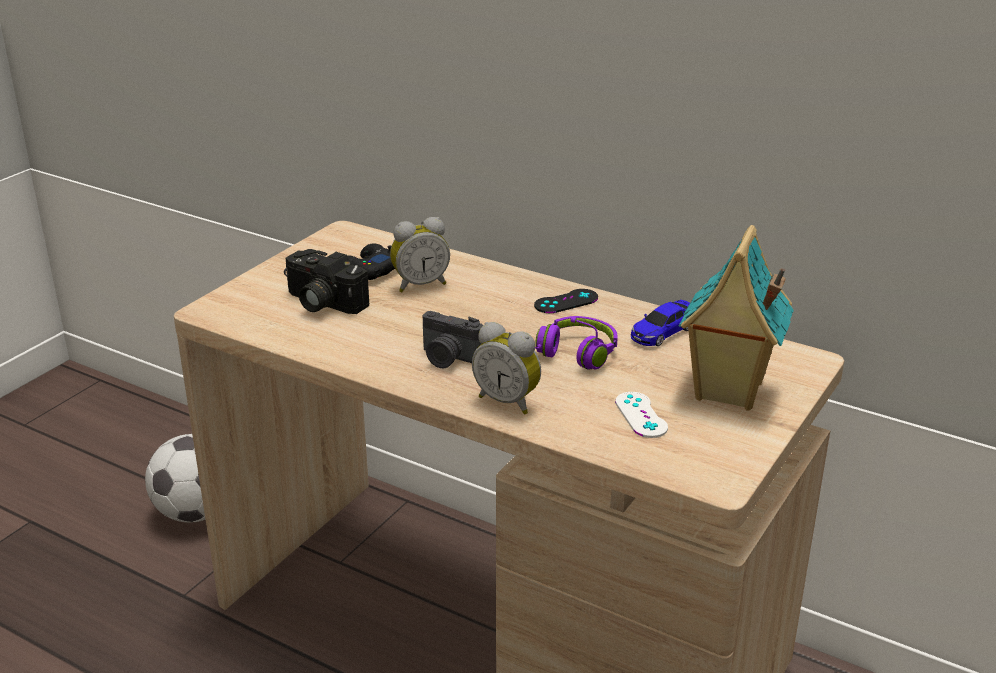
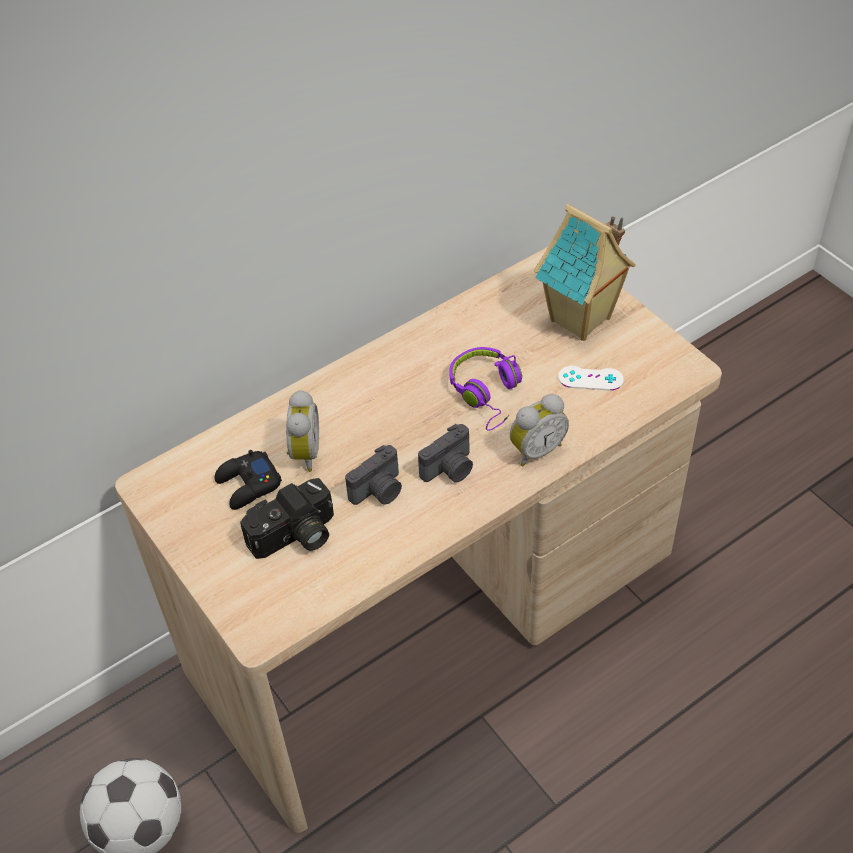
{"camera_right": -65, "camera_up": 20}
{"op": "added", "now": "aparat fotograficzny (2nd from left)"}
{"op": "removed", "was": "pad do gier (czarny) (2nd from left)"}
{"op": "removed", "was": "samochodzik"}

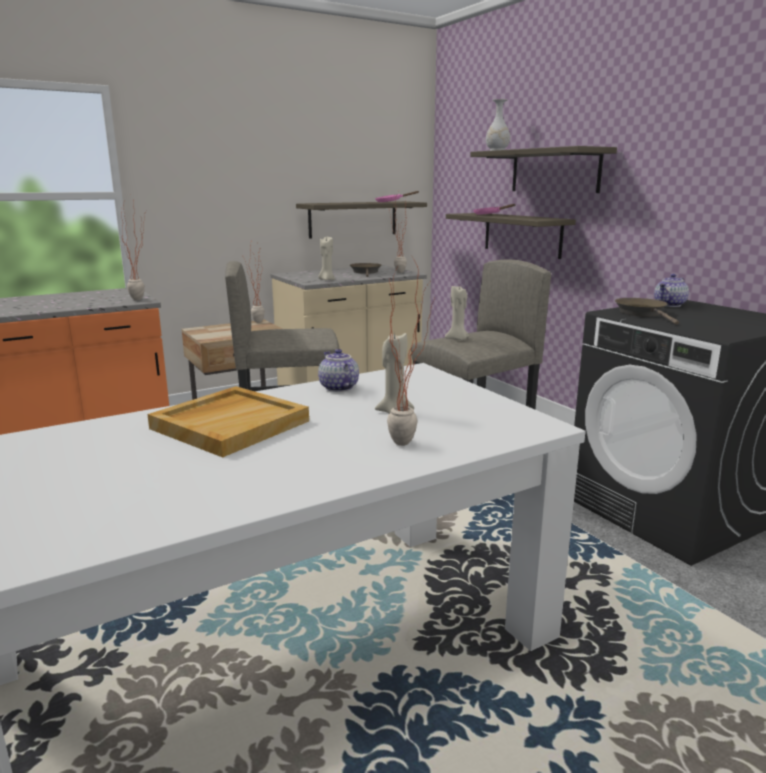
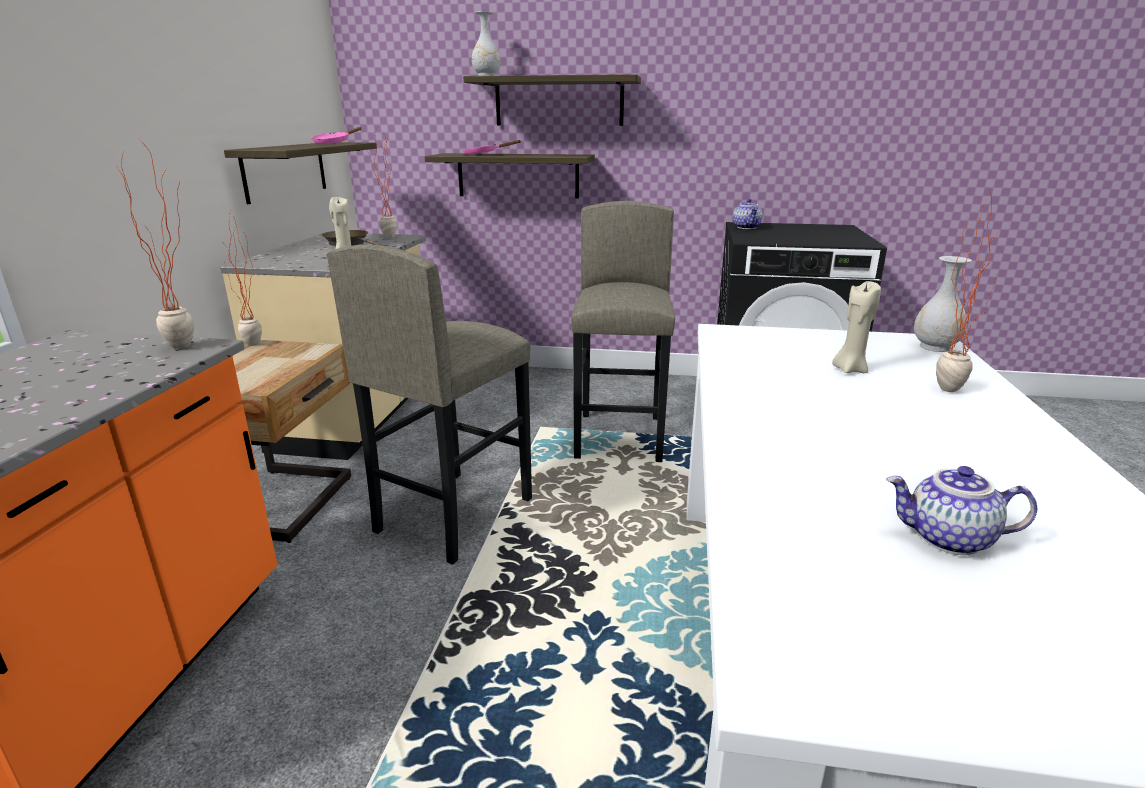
{"camera_right": -50, "camera_up": 5}
{"op": "moved", "was": "imbryk (1st from left in the first image)", "now": "imbryk (2nd from left)"}
{"op": "added", "now": "wazon (biały) (2nd from left)"}
{"op": "removed", "was": "taca (beżowy)"}
{"op": "removed", "was": "świeca (beżowy) (3rd from left)"}
{"op": "removed", "was": "patelnia (brązowy) (2nd from left)"}

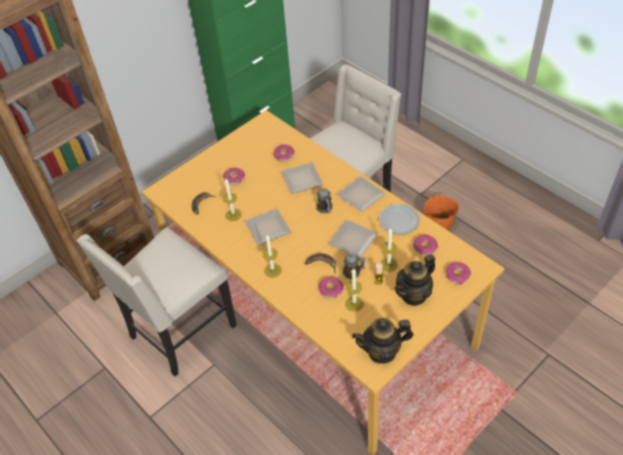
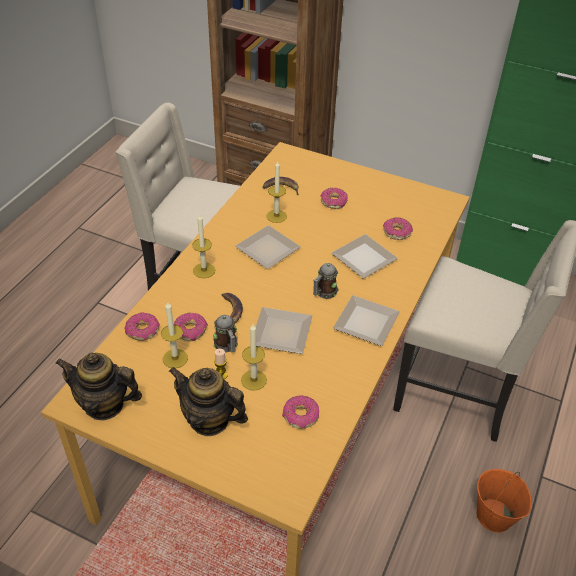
{"camera_right": 65, "camera_up": -5}
{"op": "turned", "was": "imbryk (1st from left)", "clockwise": -45}
{"op": "moved", "was": "donut (5th from left in the first image)", "now": "donut (1st from left)"}
{"op": "removed", "was": "talerz (5th from left)"}

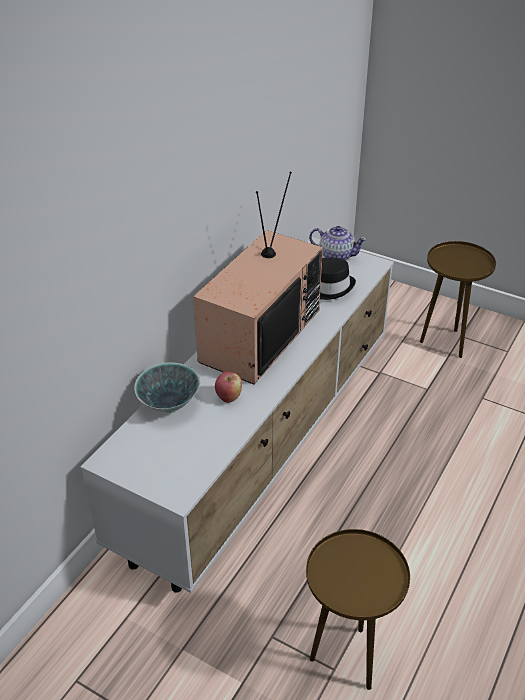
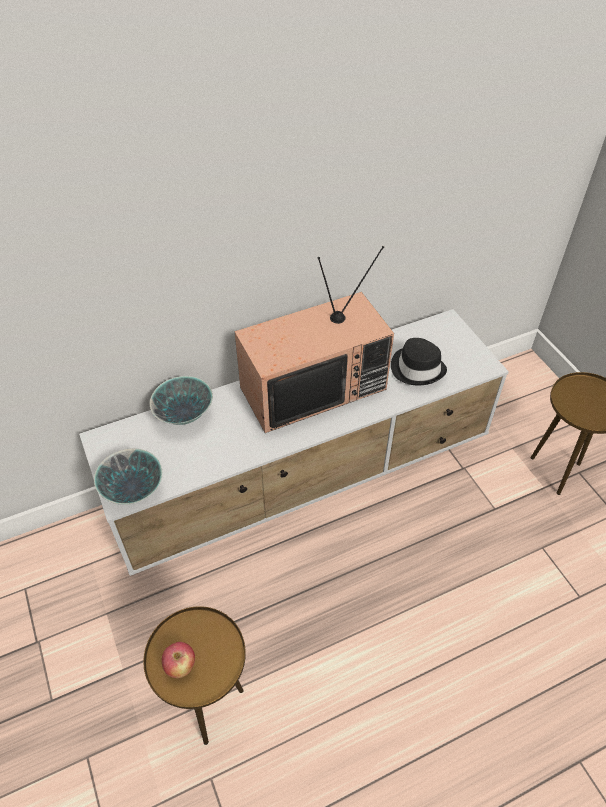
{"camera_right": 35, "camera_up": 10}
{"op": "added", "now": "miska (1st from left)"}
{"op": "moved", "was": "jabłko"}
{"op": "removed", "was": "imbryk"}

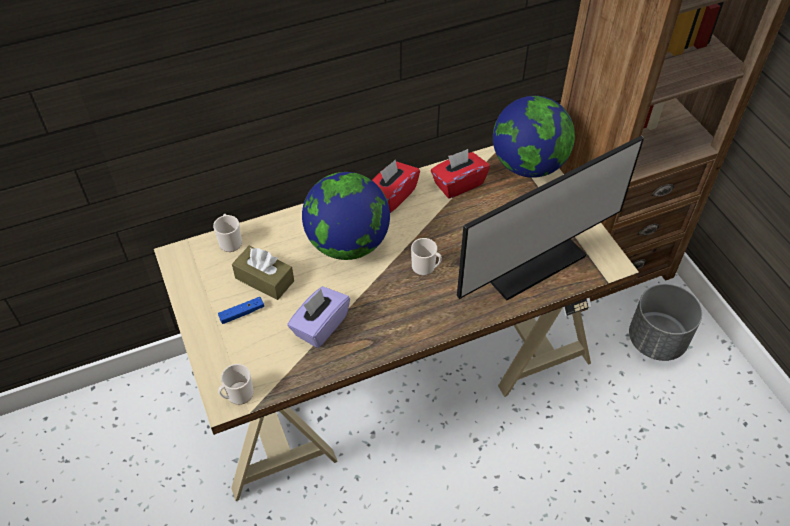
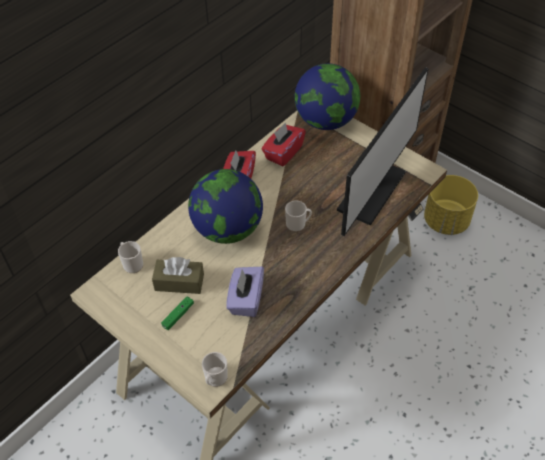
{"camera_right": -25, "camera_up": 0}
{"op": "recoloured", "was": "pad do gier (niebieski)", "now": "pad do gier (zielony)"}
{"op": "recoloured", "was": "donica (szary)", "now": "donica (żółty)"}

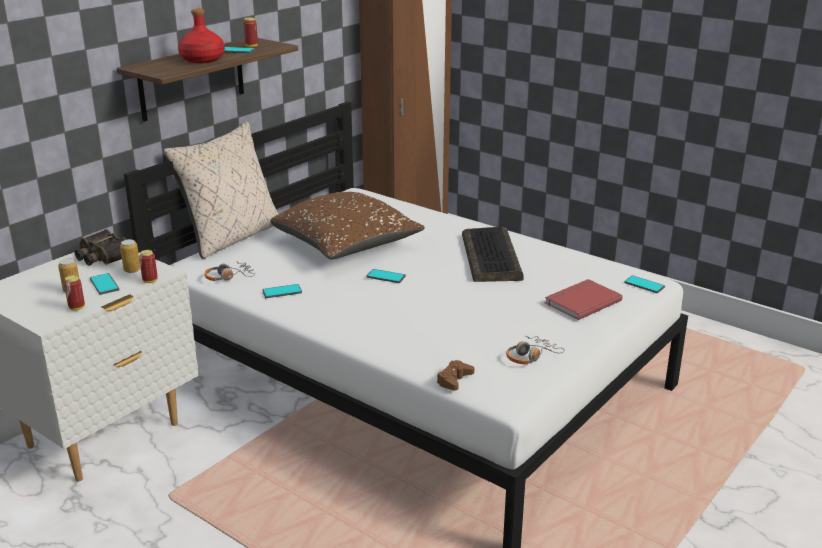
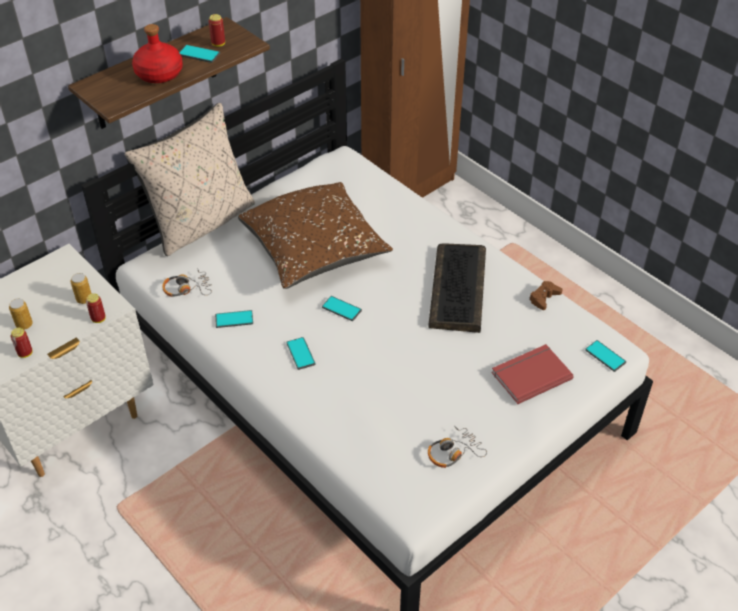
{"camera_right": 10, "camera_up": 20}
{"op": "moved", "was": "telefon (1st from left in the first image)", "now": "telefon (3rd from left)"}
{"op": "moved", "was": "pad do gier (brązowy)"}
{"op": "removed", "was": "lornetka"}

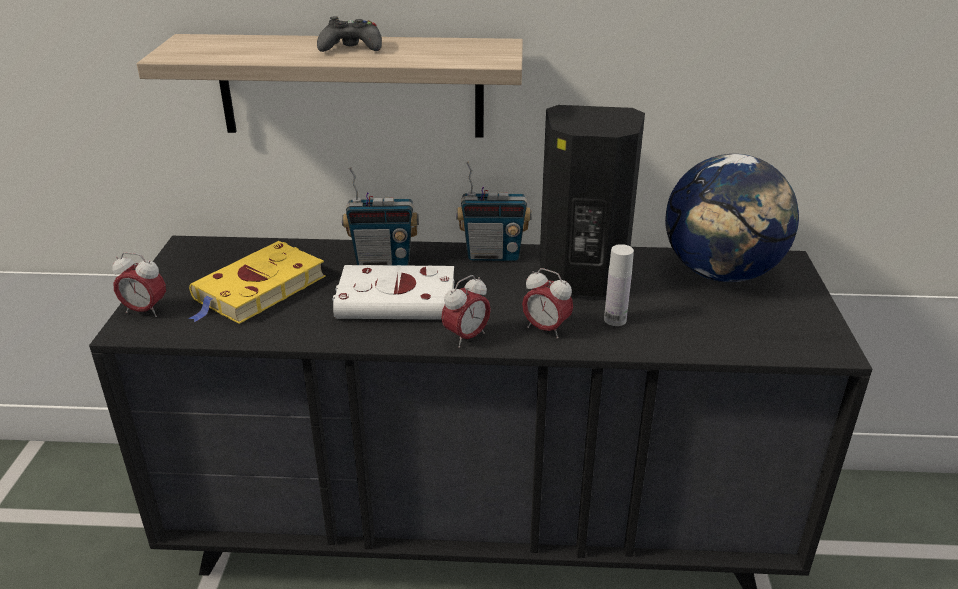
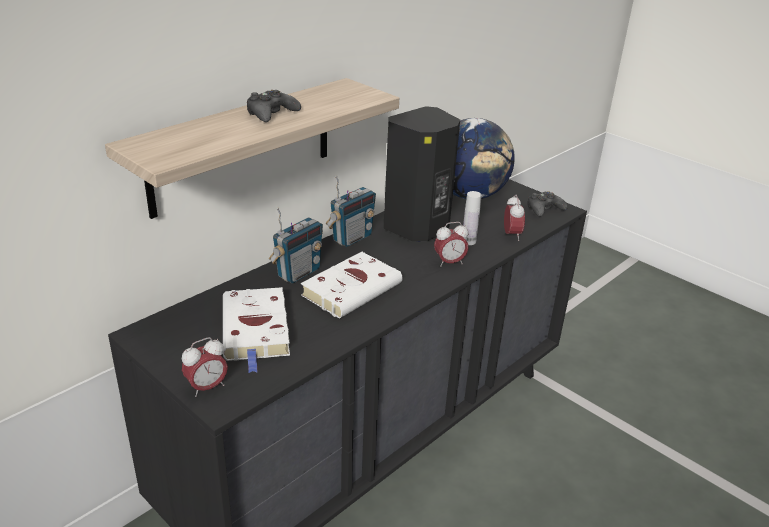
{"camera_right": -50, "camera_up": 0}
{"op": "recoloured", "was": "książka (żółty)", "now": "książka (biały) (1st from left)"}
{"op": "moved", "was": "budzik (2nd from left in the first image)", "now": "budzik (3rd from left)"}
{"op": "added", "now": "pad do gier (czarny) (2nd from left)"}

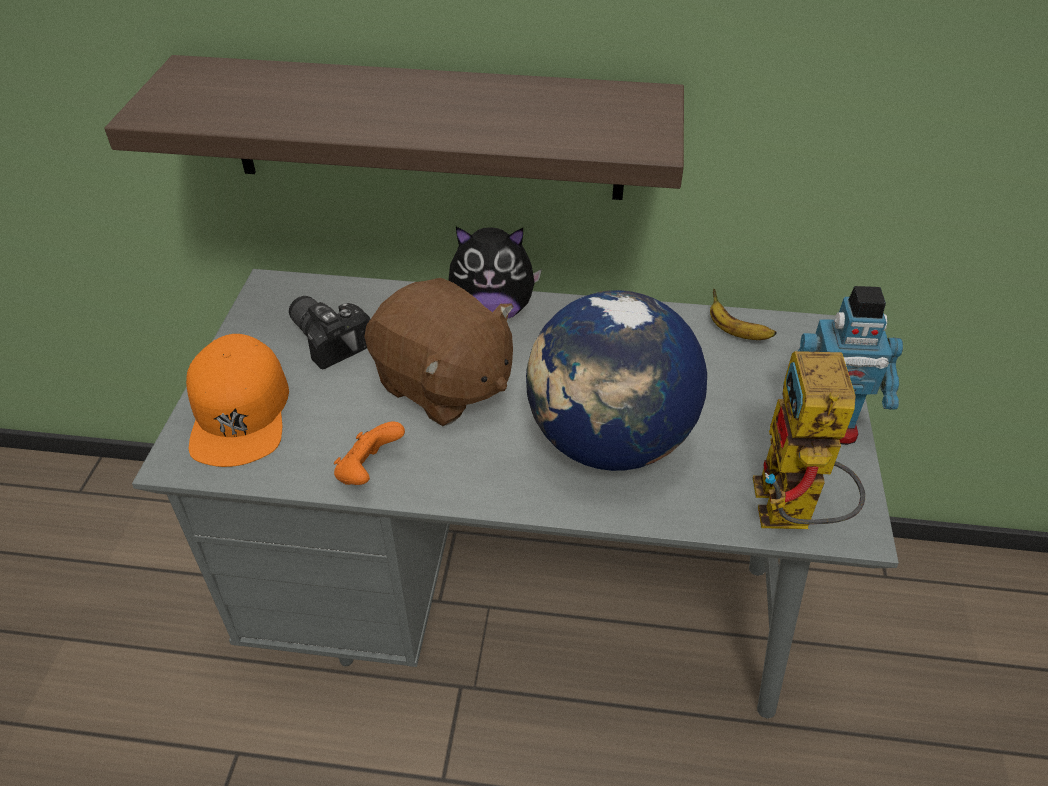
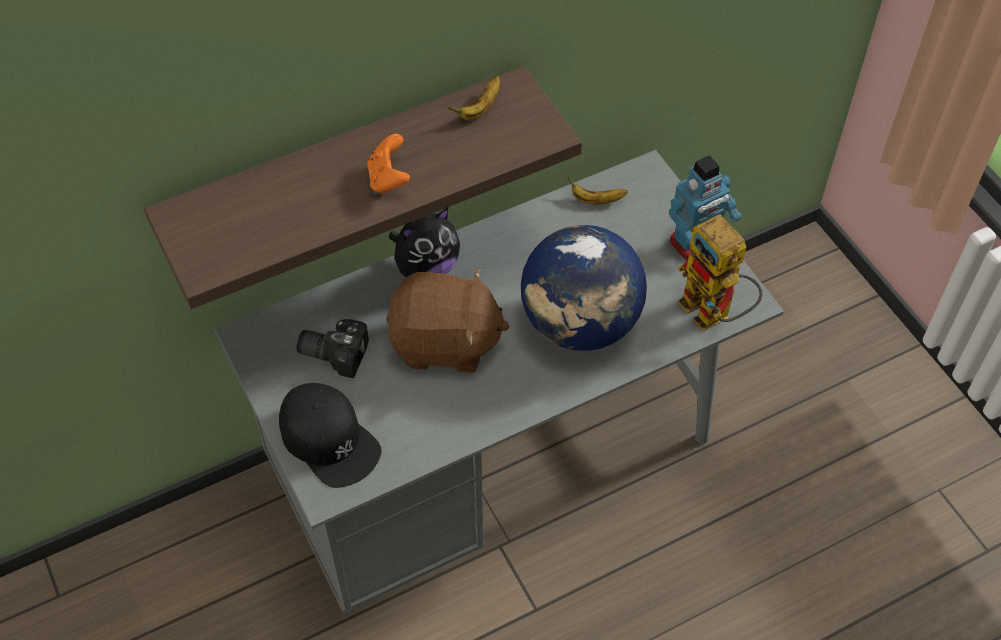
{"camera_right": -35, "camera_up": 10}
{"op": "recoloured", "was": "czapka z daszkiem (pomarańczowy)", "now": "czapka z daszkiem (czarny)"}
{"op": "moved", "was": "pad do gier (pomarańczowy)"}
{"op": "added", "now": "banan (1st from left)"}

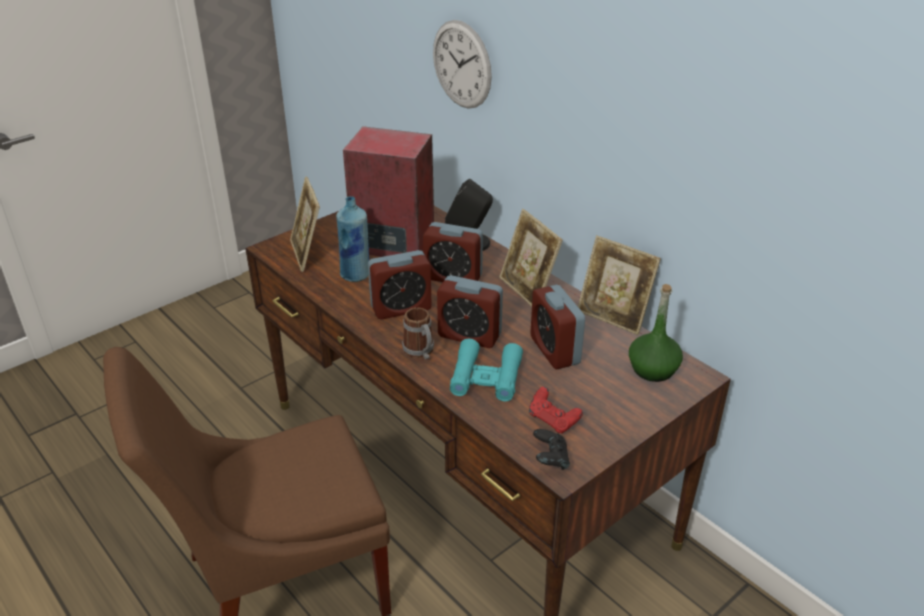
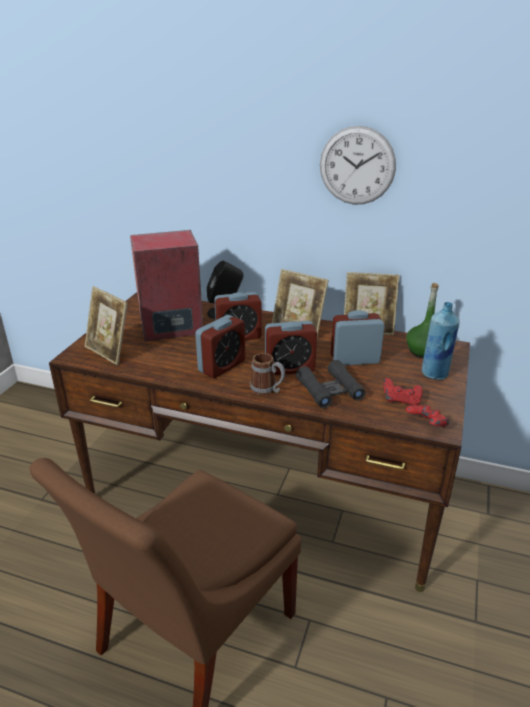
{"camera_right": -30, "camera_up": -5}
{"op": "recoloured", "was": "lornetka (turkusowy)", "now": "lornetka (czarny)"}
{"op": "moved", "was": "zegar ścienny"}
{"op": "turned", "was": "budzik (4th from left)", "clockwise": 135}
{"op": "recoloured", "was": "pad do gier (czarny)", "now": "pad do gier (czerwony) (2nd from left)"}
{"op": "moved", "was": "butelka (niebieski)"}

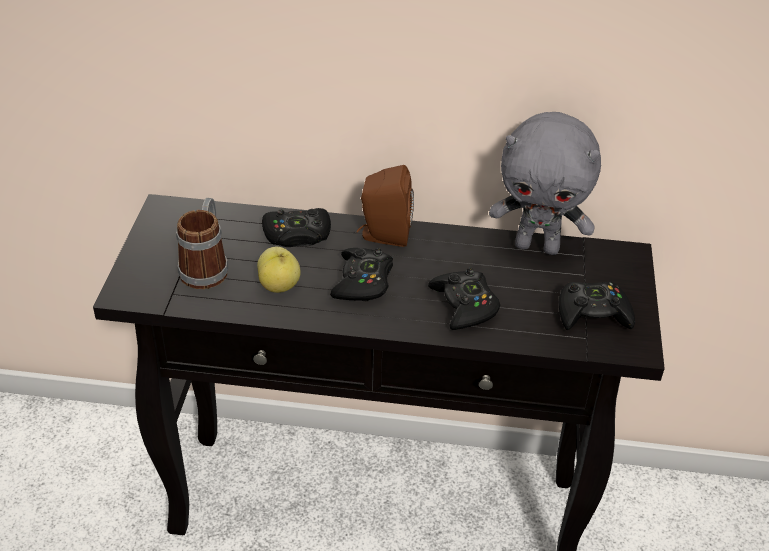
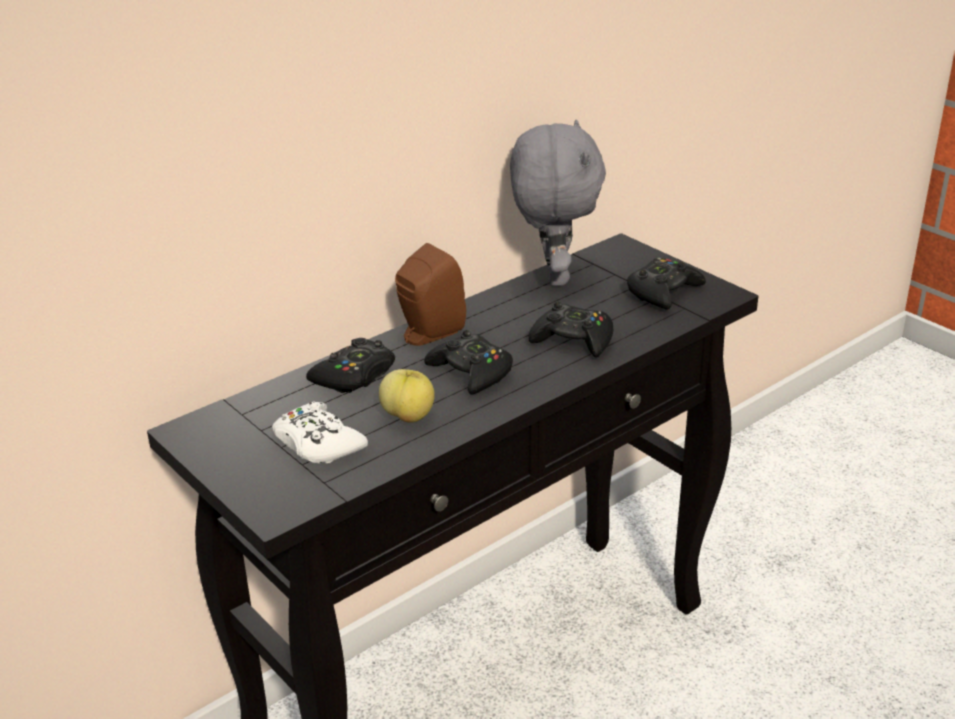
{"camera_right": -45, "camera_up": -10}
{"op": "replaced", "was": "kubek", "now": "pad do gier (biały)"}
{"op": "turned", "was": "pluszak (szary)", "clockwise": -60}

